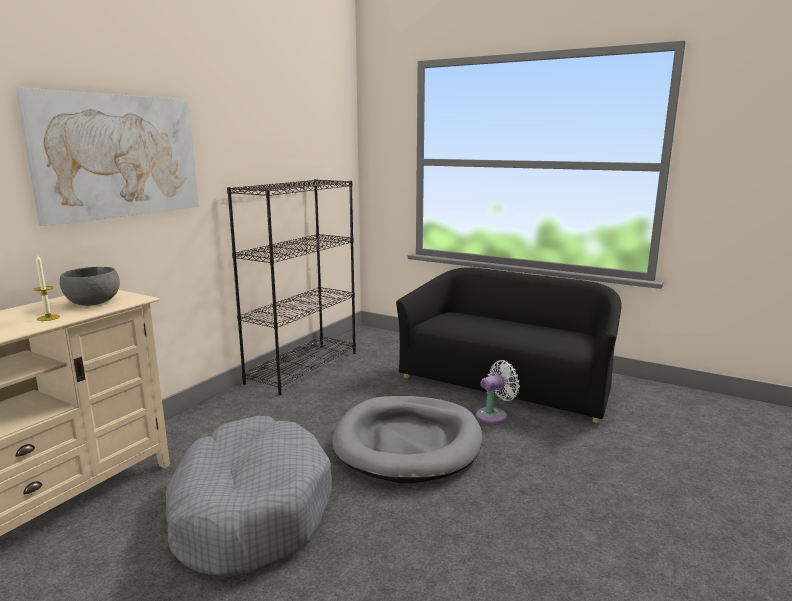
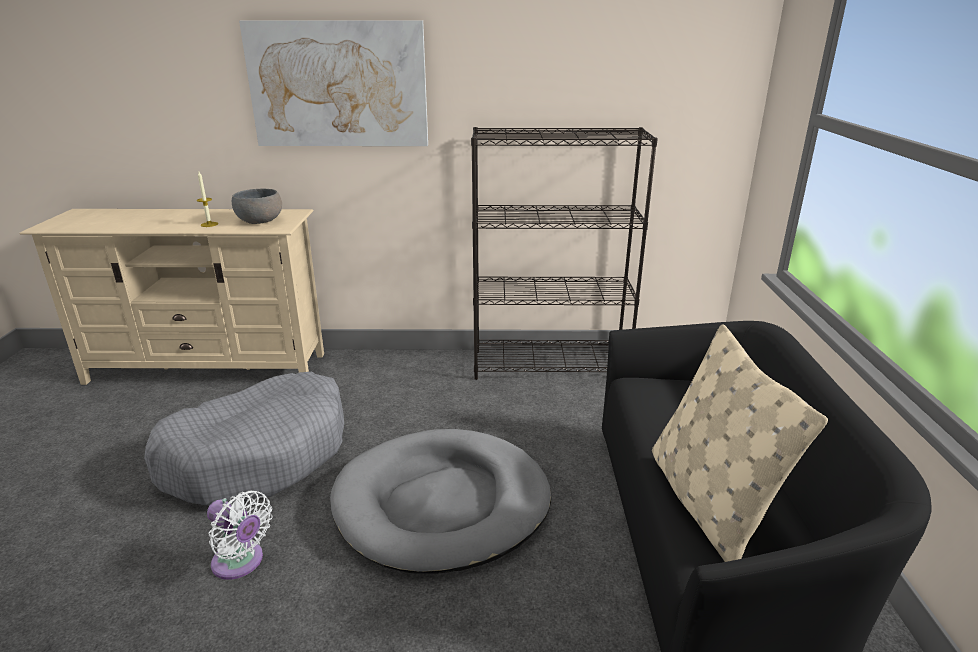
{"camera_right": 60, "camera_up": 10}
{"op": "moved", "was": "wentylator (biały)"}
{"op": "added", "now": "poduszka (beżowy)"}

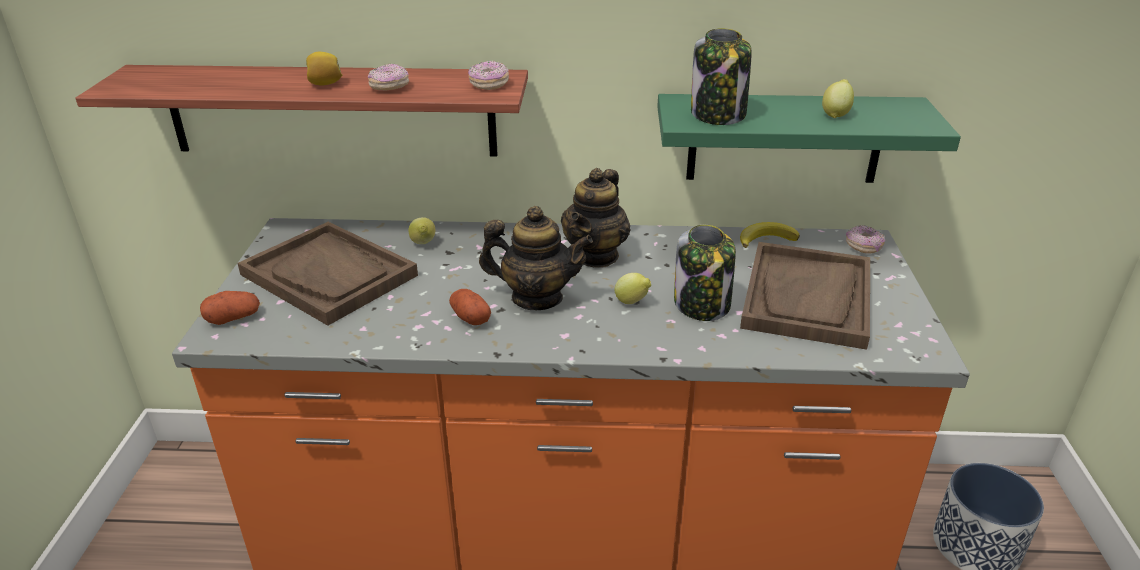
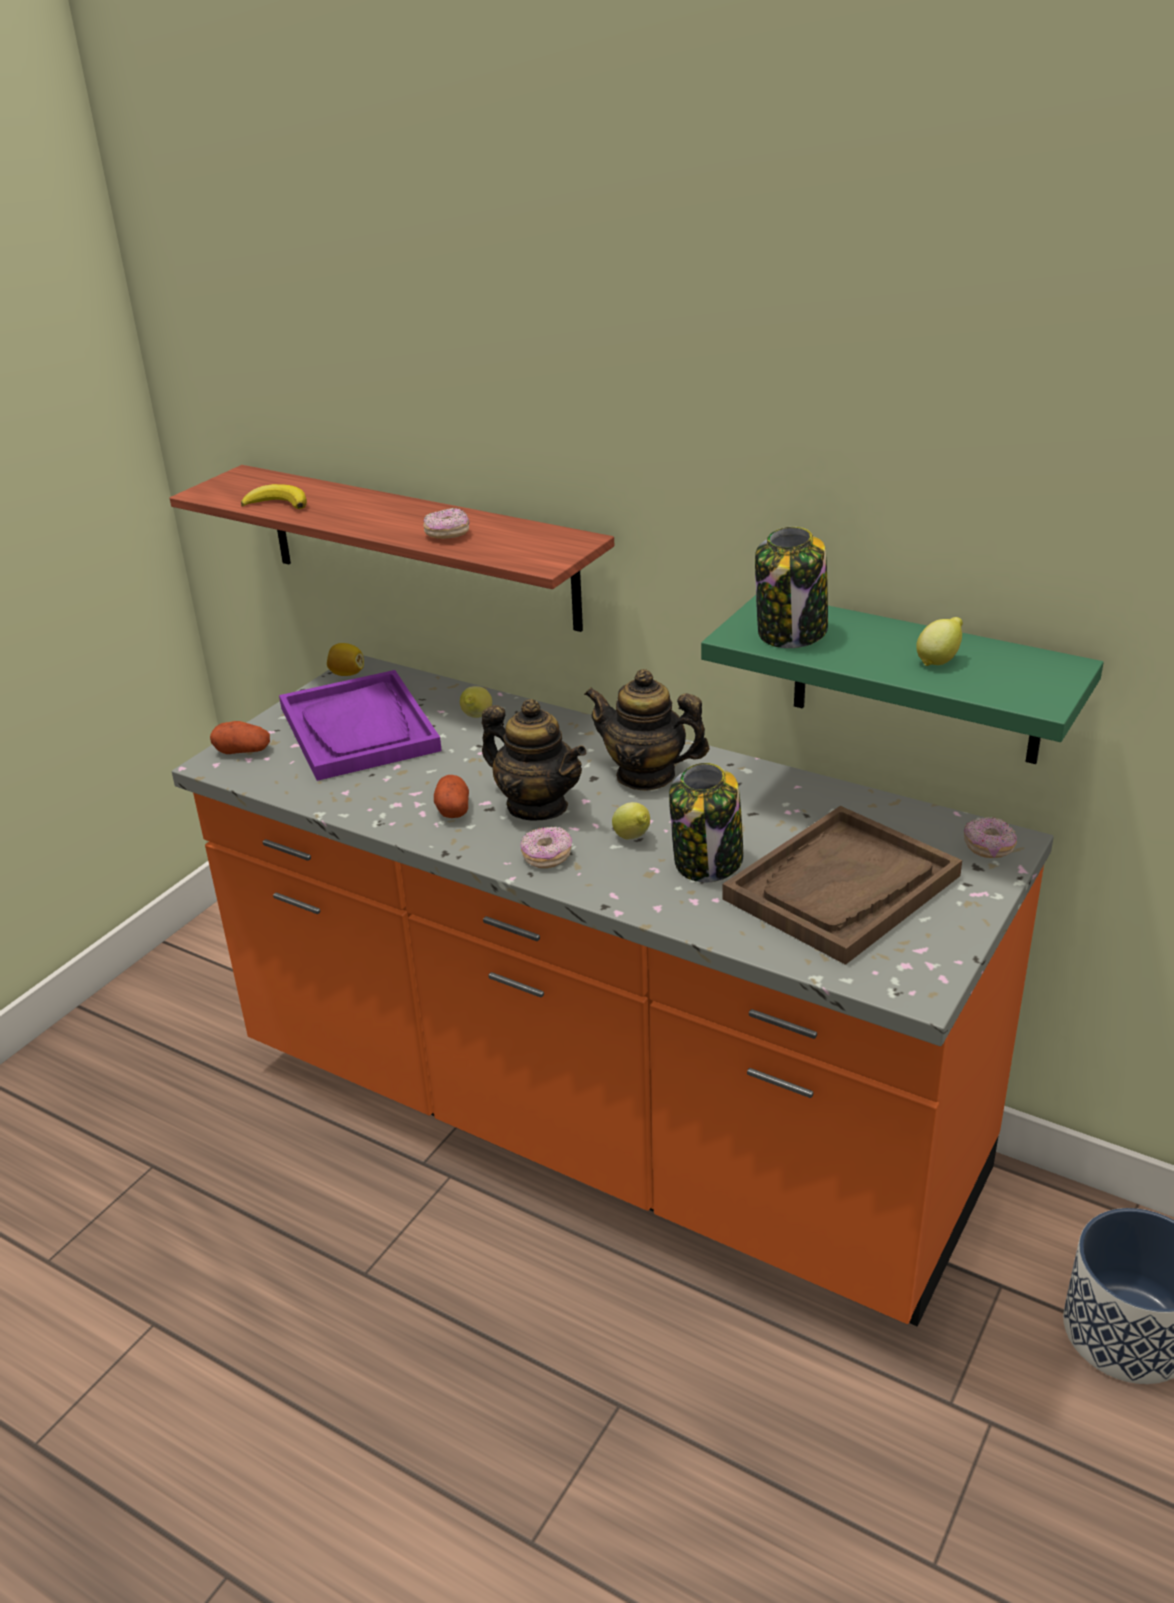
{"camera_right": 30, "camera_up": 0}
{"op": "moved", "was": "banan"}
{"op": "recoloured", "was": "taca (brązowy) (1st from left)", "now": "taca (fioletowy)"}
{"op": "moved", "was": "cytryna (1st from left)"}
{"op": "moved", "was": "donut (2nd from left)"}
{"op": "turned", "was": "imbryk (2nd from left)", "clockwise": 60}

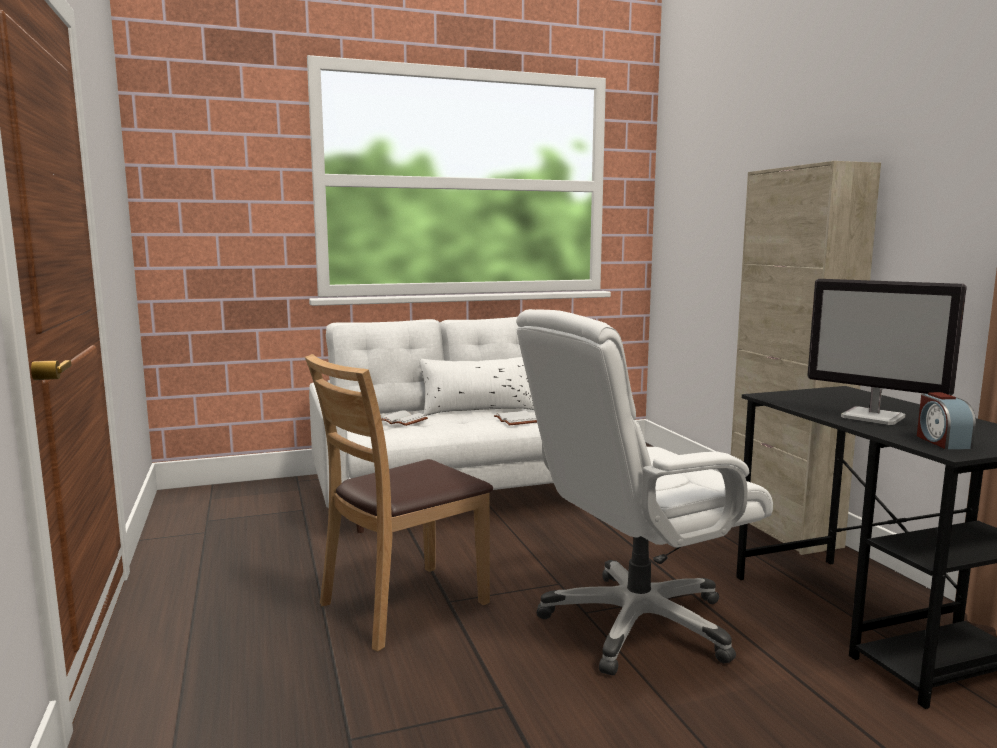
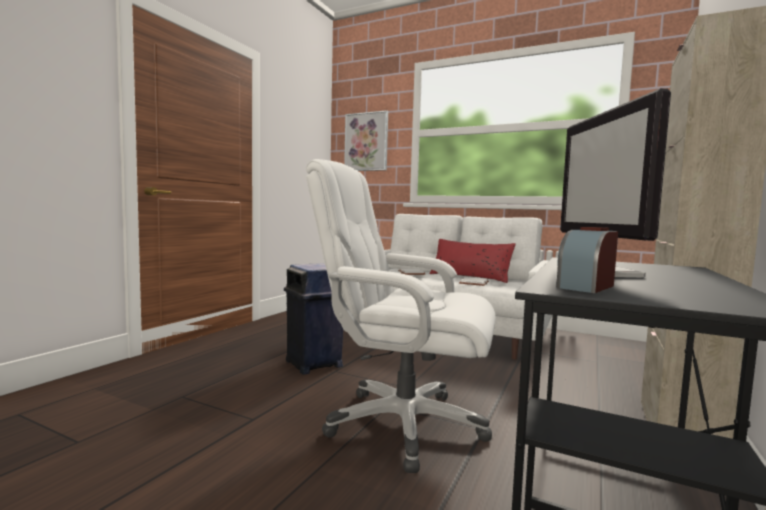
{"camera_right": 45, "camera_up": -5}
{"op": "replaced", "was": "krzesło (brązowy)", "now": "kosz na śmieci (niebieski)"}
{"op": "added", "now": "obraz"}
{"op": "recoloured", "was": "poduszka (biały)", "now": "poduszka (czerwony)"}

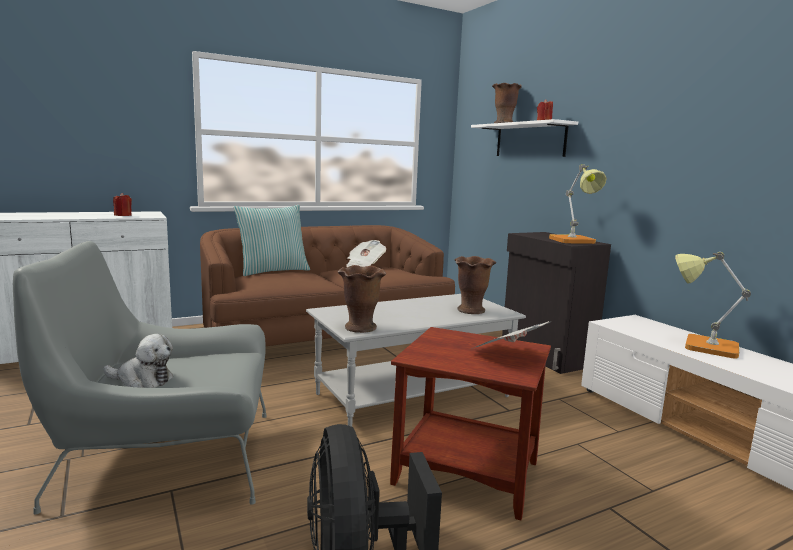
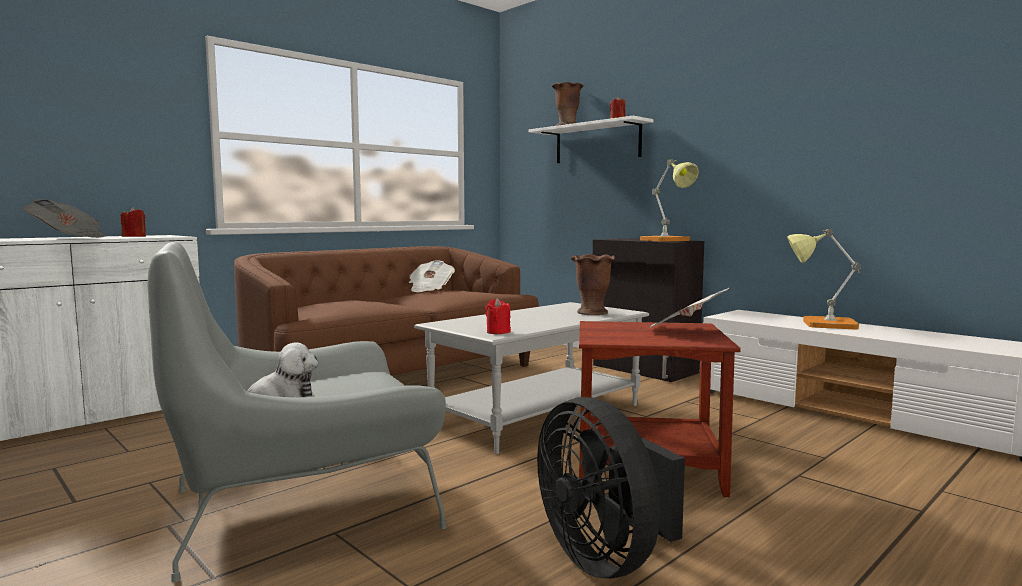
{"camera_right": -15, "camera_up": -5}
{"op": "added", "now": "gazeta (1st from left)"}
{"op": "replaced", "was": "wazon (brązowy) (1st from left)", "now": "świeca (czerwony) (2nd from left)"}
{"op": "removed", "was": "poduszka"}

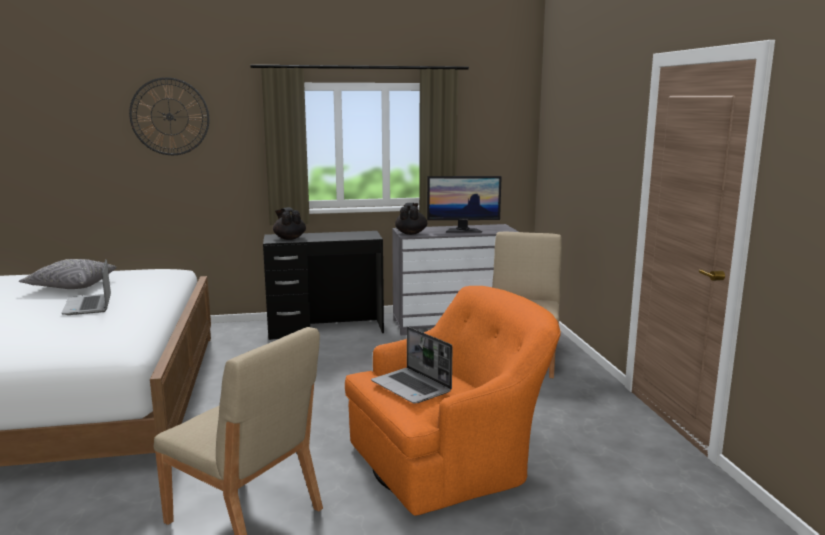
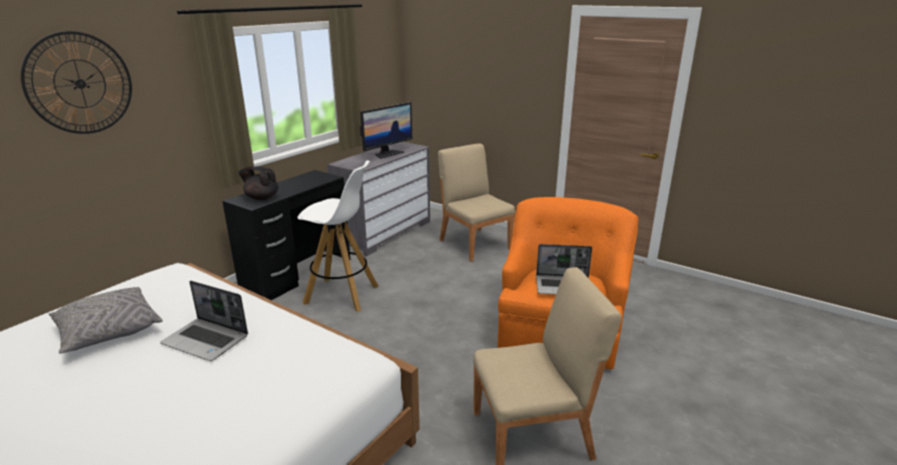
{"camera_right": -45, "camera_up": 10}
{"op": "added", "now": "stołek (biały)"}
{"op": "removed", "was": "imbryk (czarny) (2nd from left)"}

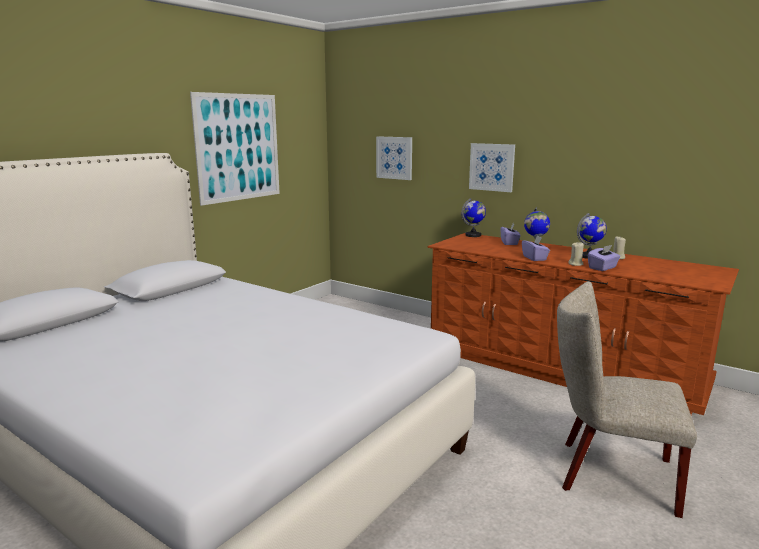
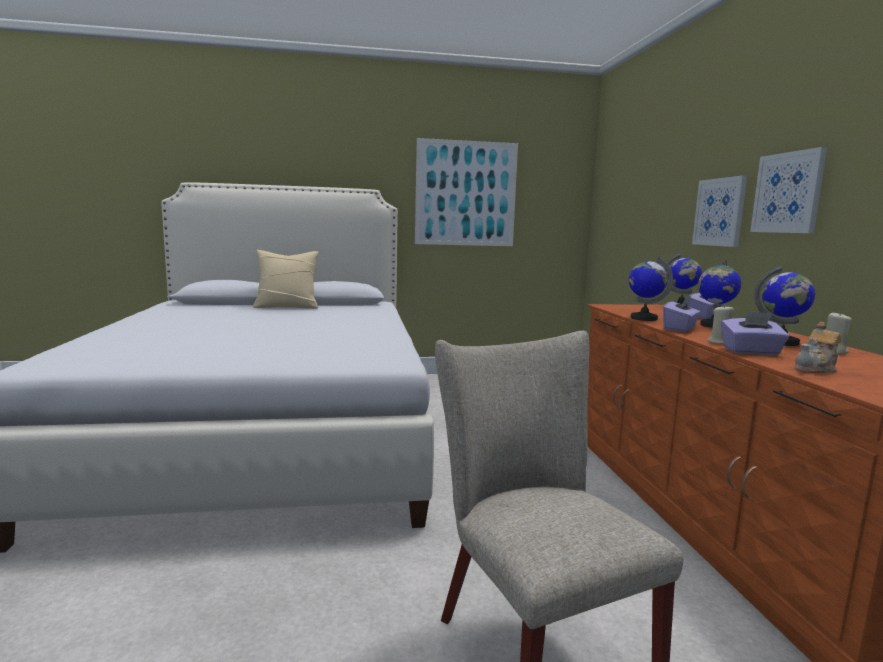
{"camera_right": 45, "camera_up": -5}
{"op": "added", "now": "poduszka (beżowy)"}
{"op": "added", "now": "globus (1st from left)"}
{"op": "moved", "was": "obraz (2nd from left in the first image)", "now": "obraz (3rd from left)"}
{"op": "added", "now": "imbryk"}

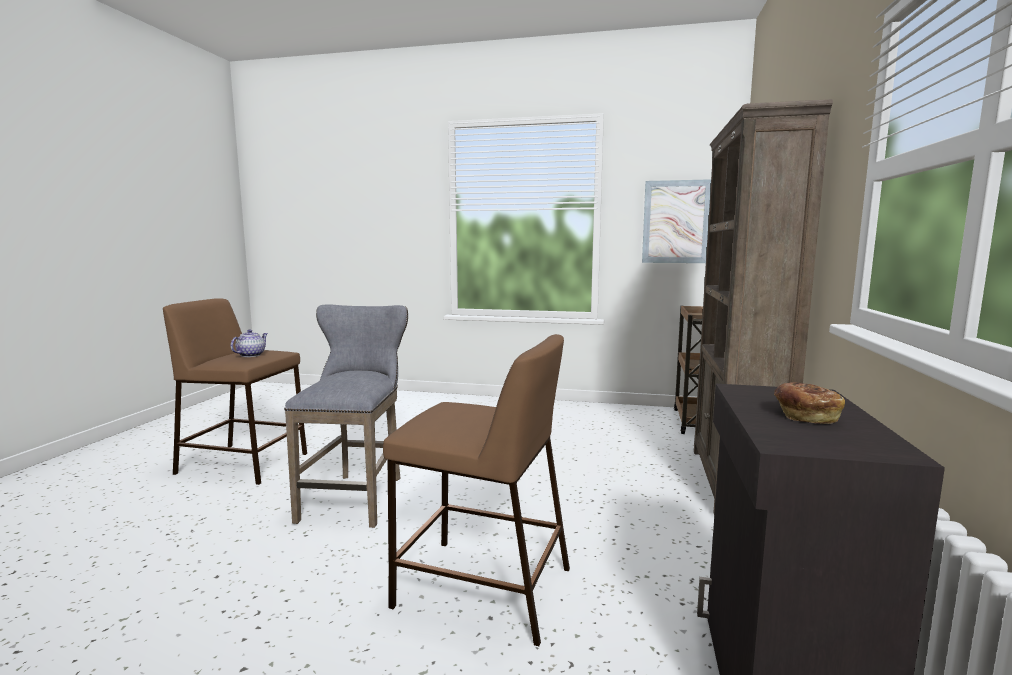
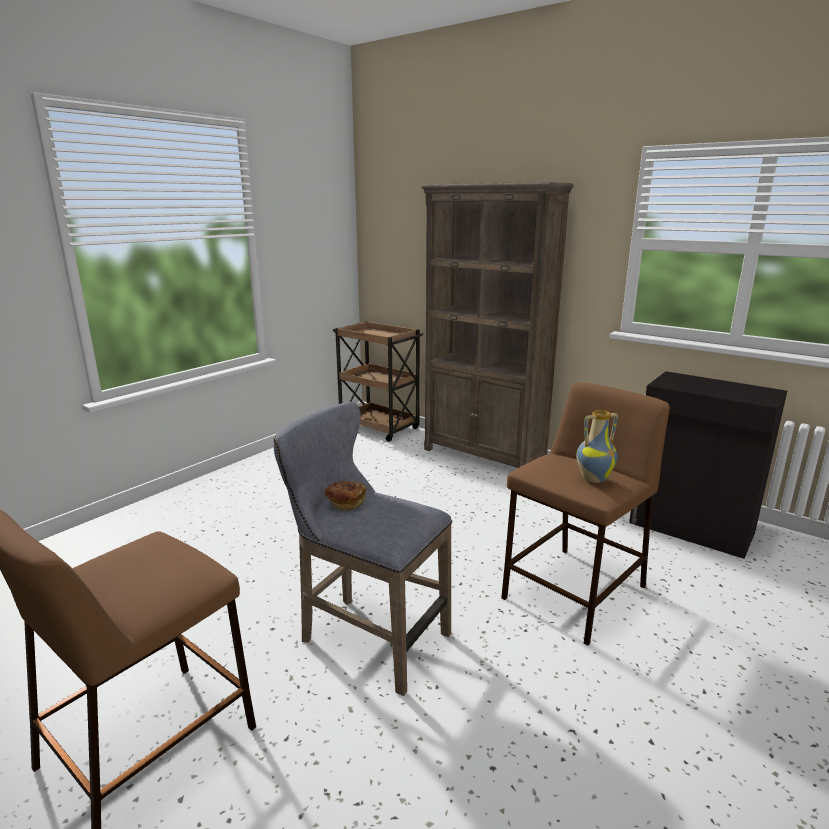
{"camera_right": -65, "camera_up": 10}
{"op": "moved", "was": "chleb"}
{"op": "added", "now": "wazon"}
{"op": "removed", "was": "imbryk"}
{"op": "removed", "was": "obraz"}

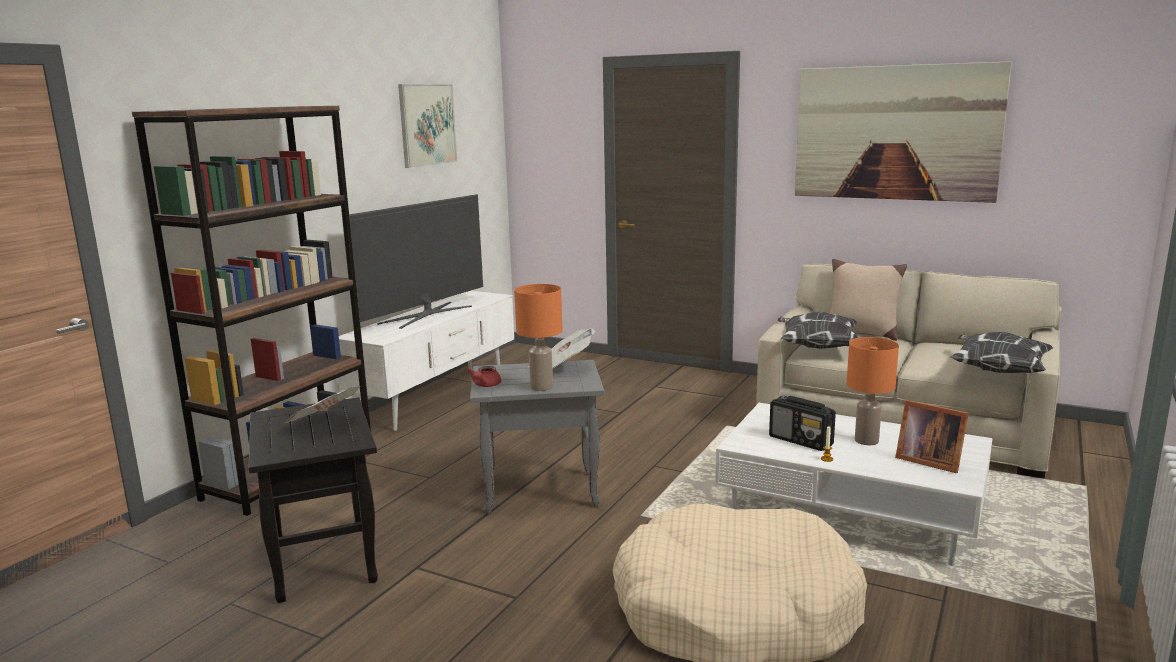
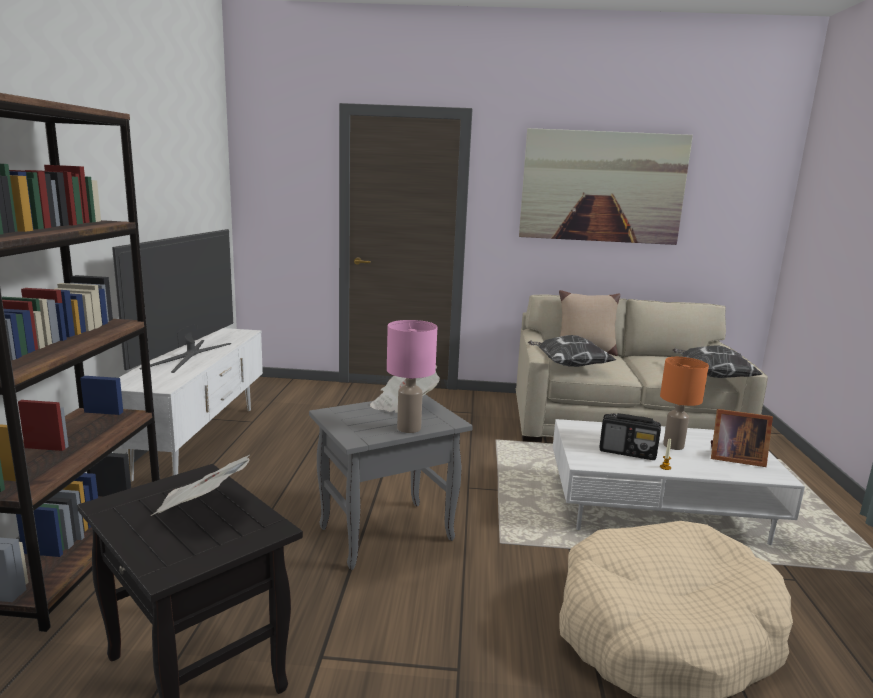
{"camera_right": -25, "camera_up": 0}
{"op": "recoloured", "was": "lampa stołowa (pomarańczowy) (1st from left)", "now": "lampa stołowa (różowy)"}
{"op": "removed", "was": "obraz (1st from left)"}
{"op": "removed", "was": "imbryk (czerwony)"}

